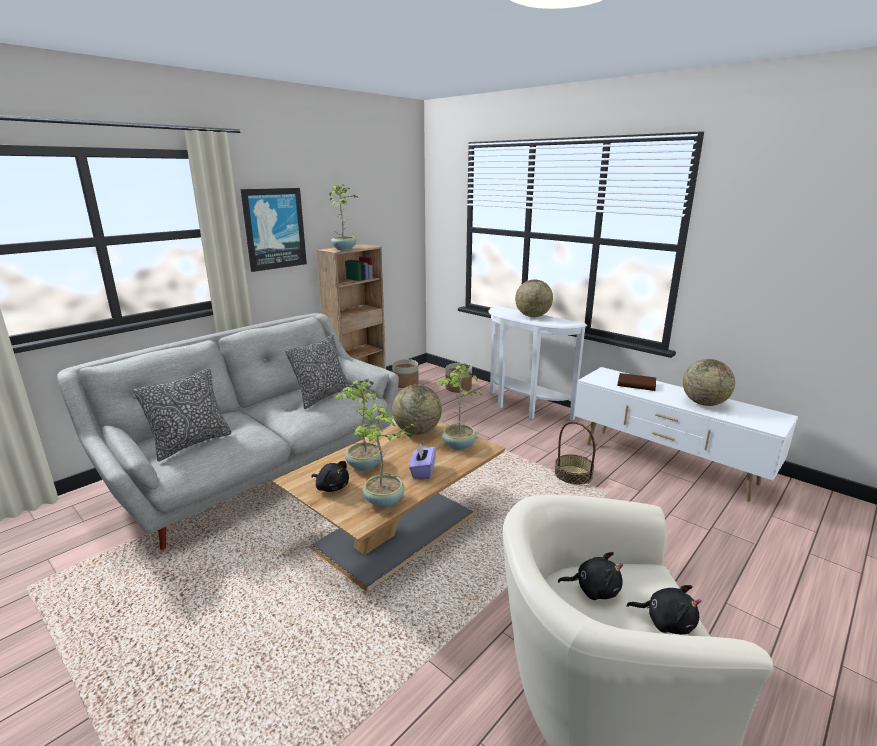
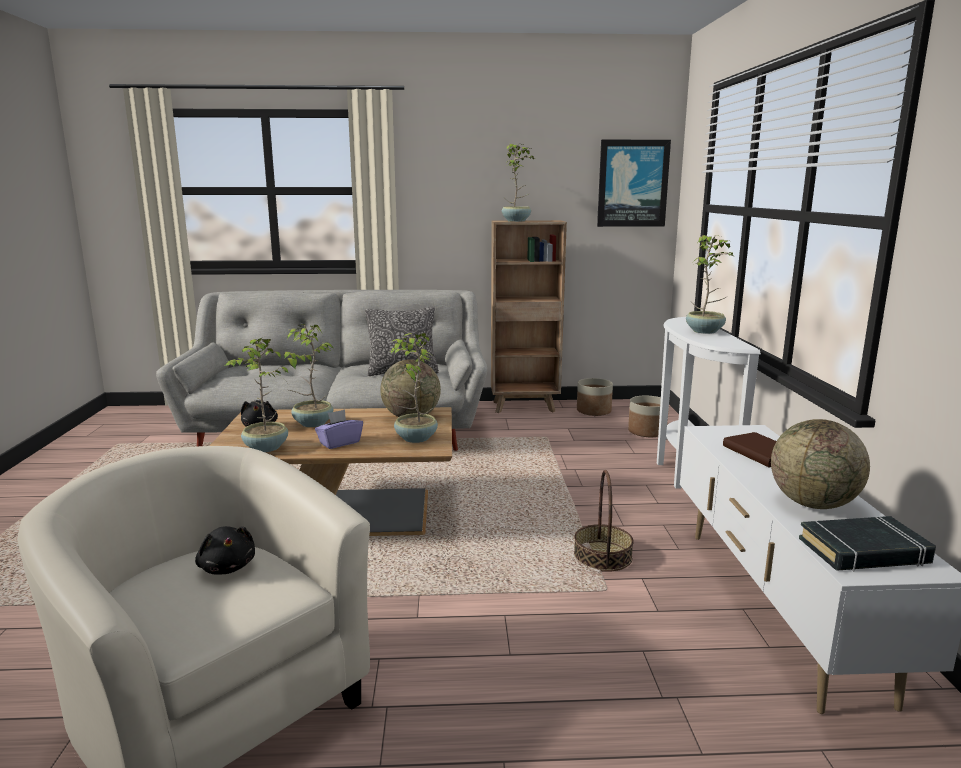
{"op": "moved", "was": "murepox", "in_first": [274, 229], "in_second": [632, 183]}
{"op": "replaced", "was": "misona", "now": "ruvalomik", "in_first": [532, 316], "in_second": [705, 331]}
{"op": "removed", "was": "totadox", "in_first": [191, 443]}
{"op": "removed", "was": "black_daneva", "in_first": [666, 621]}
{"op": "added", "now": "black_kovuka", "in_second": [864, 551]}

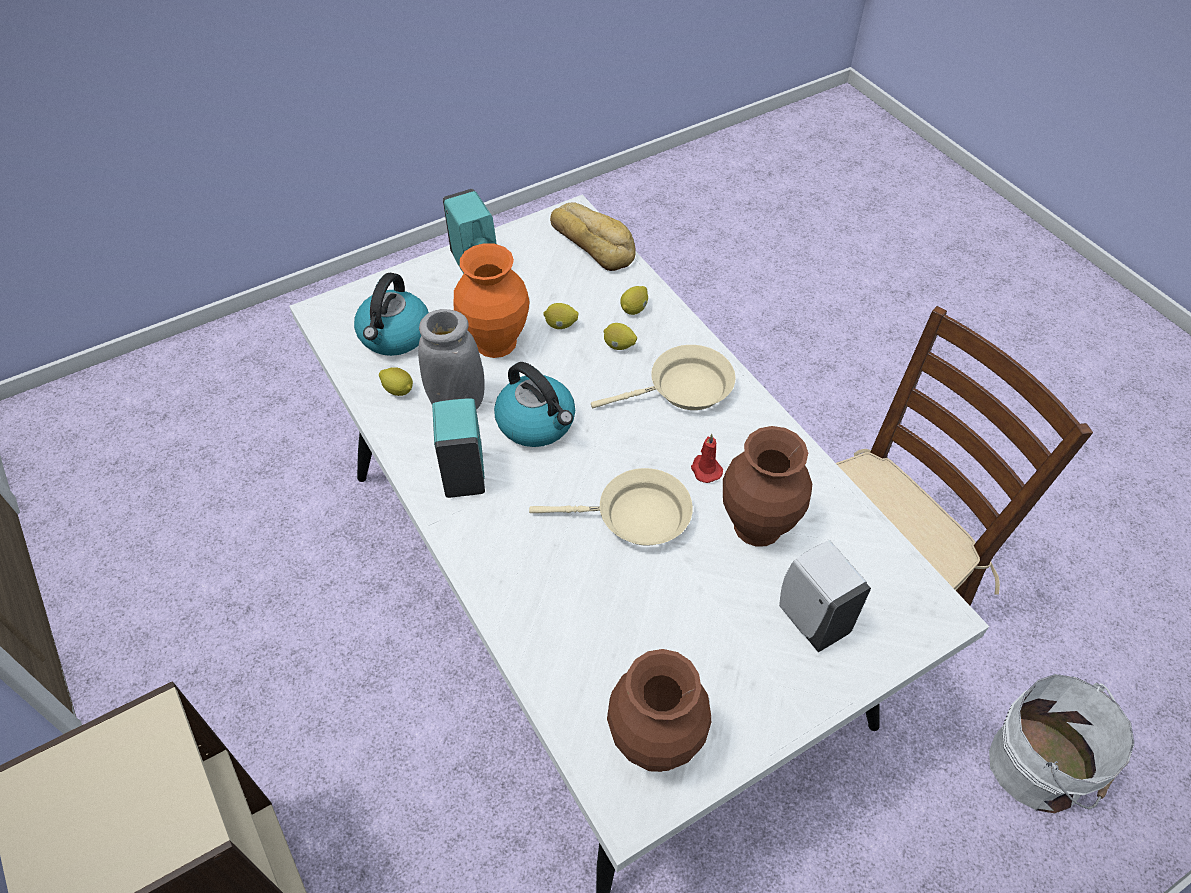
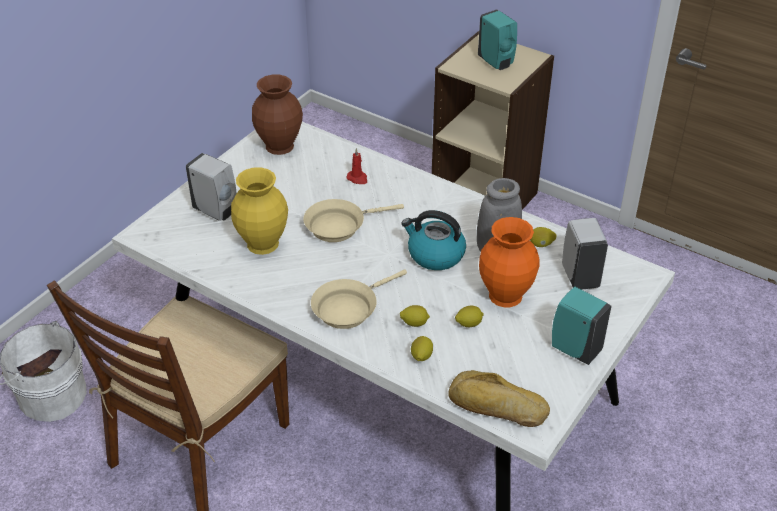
{"op": "replaced", "was": "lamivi", "now": "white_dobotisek", "in_first": [394, 335], "in_second": [579, 276]}
{"op": "moved", "was": "turquoise_dobotisek", "in_first": [464, 473], "in_second": [496, 62]}
{"op": "recoloured", "was": "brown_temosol", "now": "yellow_temosol", "in_first": [759, 525], "in_second": [261, 244]}
{"op": "moved", "was": "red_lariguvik", "in_first": [705, 469], "in_second": [357, 178]}

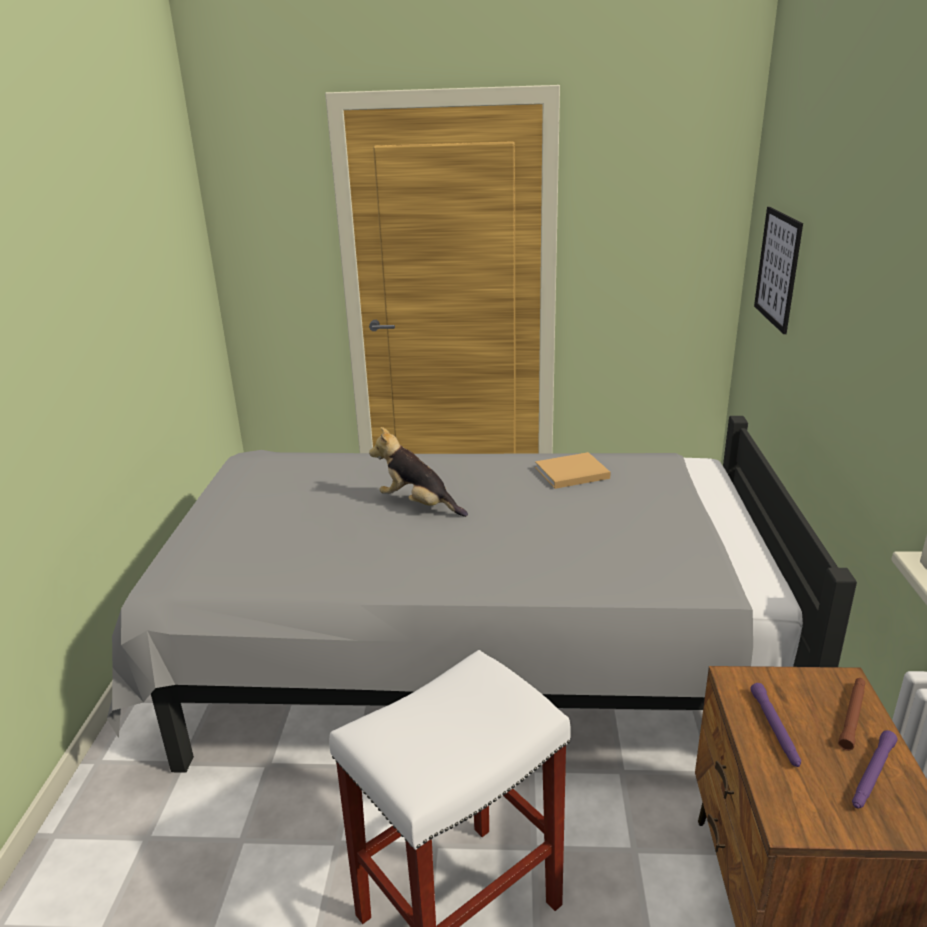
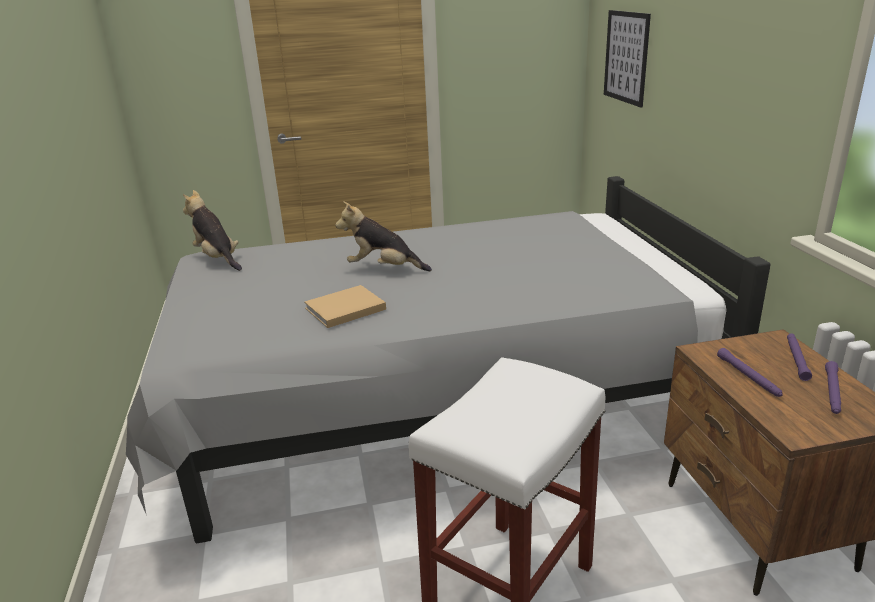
{"op": "moved", "was": "beige_kovuka", "in_first": [570, 473], "in_second": [343, 309]}
{"op": "recoloured", "was": "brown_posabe", "now": "purple_posabe", "in_first": [852, 715], "in_second": [796, 359]}
{"op": "added", "now": "daneva", "in_second": [217, 258]}

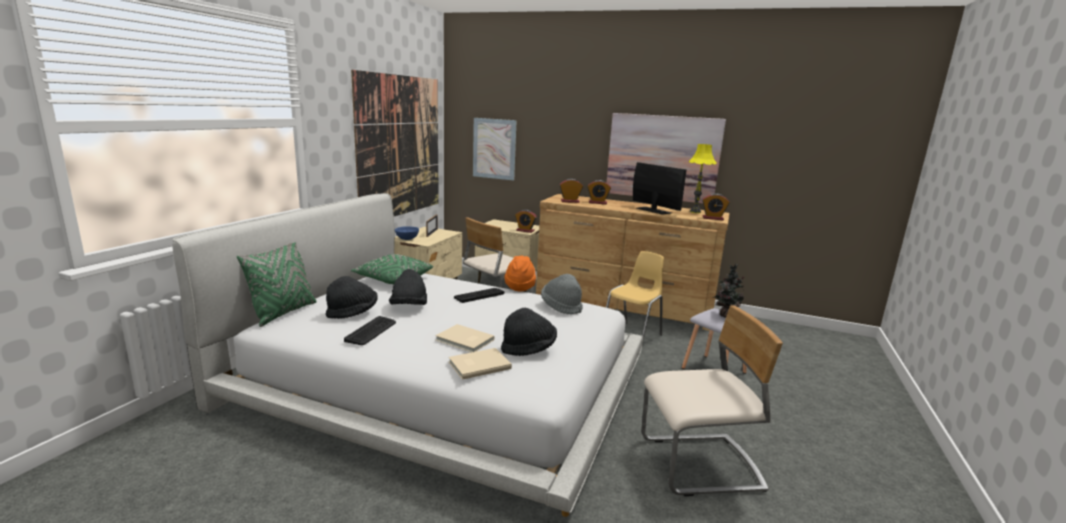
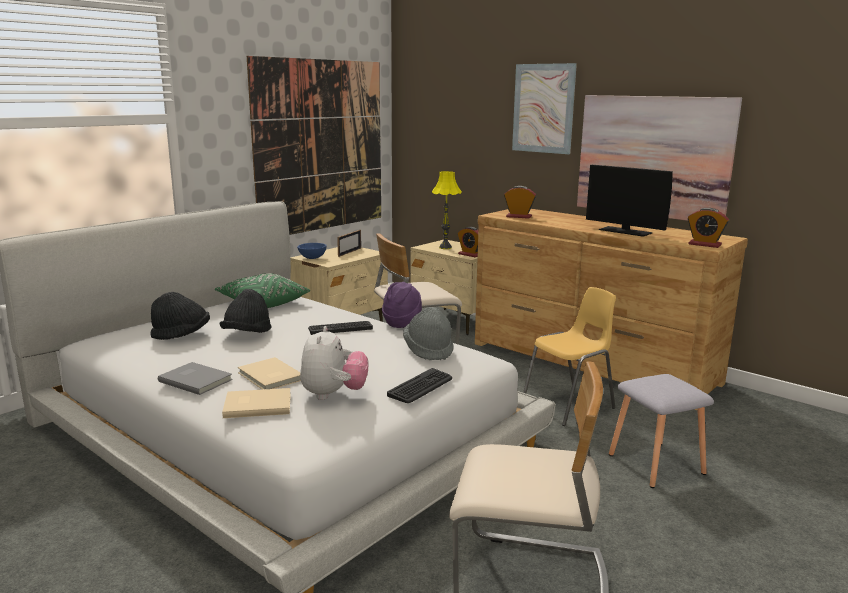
{"op": "moved", "was": "murepox", "in_first": [494, 149], "in_second": [543, 108]}
{"op": "moved", "was": "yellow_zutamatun", "in_first": [695, 212], "in_second": [445, 247]}
{"op": "turned", "was": "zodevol", "in_first": [653, 210], "in_second": [625, 231], "clockwise": 150}
{"op": "removed", "was": "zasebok", "in_first": [597, 203]}
{"op": "removed", "was": "green_totadox", "in_first": [283, 313]}
{"op": "recoloured", "was": "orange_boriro", "now": "purple_boriro", "in_first": [520, 287], "in_second": [402, 322]}
{"op": "removed", "was": "ruvalomik", "in_first": [725, 315]}
{"op": "replaced", "was": "black_boriro", "now": "daneva", "in_first": [528, 349], "in_second": [333, 394]}
{"op": "moved", "was": "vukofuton", "in_first": [371, 331], "in_second": [421, 387]}
{"op": "added", "now": "grey_kovuka", "in_second": [196, 380]}

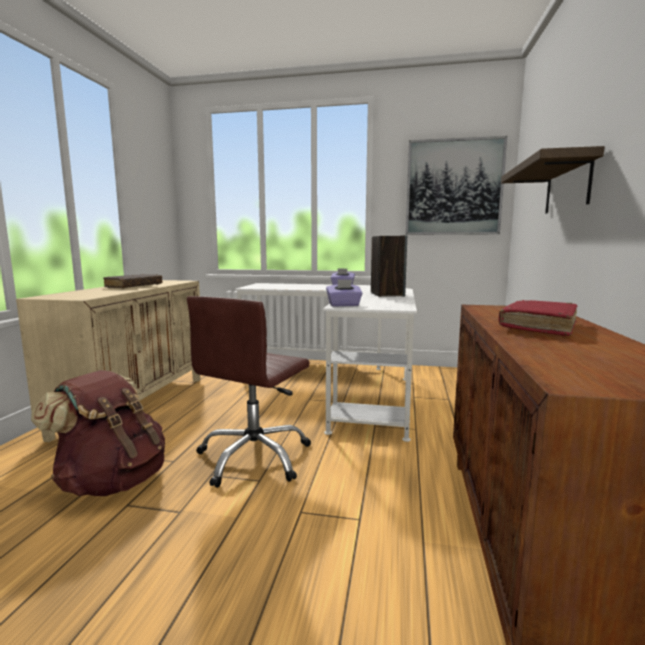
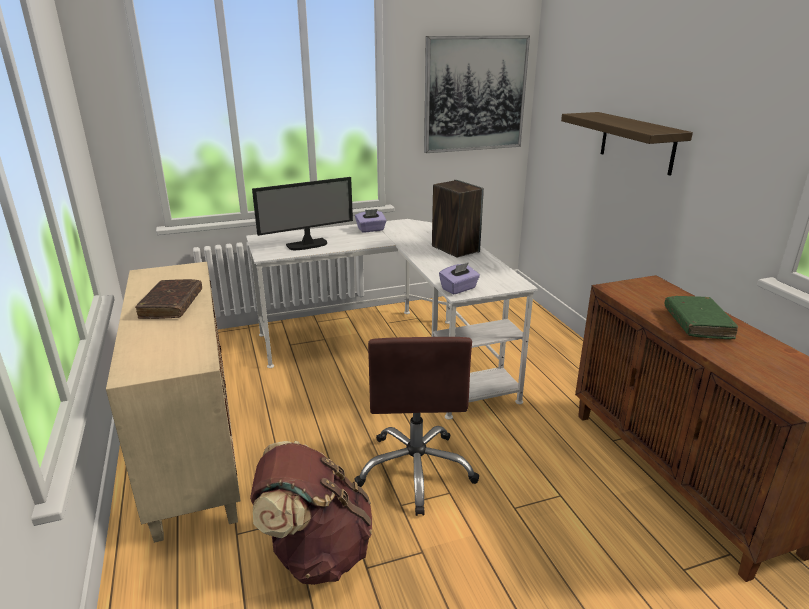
{"op": "recoloured", "was": "red_kovuka", "now": "green_kovuka", "in_first": [538, 326], "in_second": [697, 324]}
{"op": "added", "now": "zodevol", "in_second": [307, 245]}

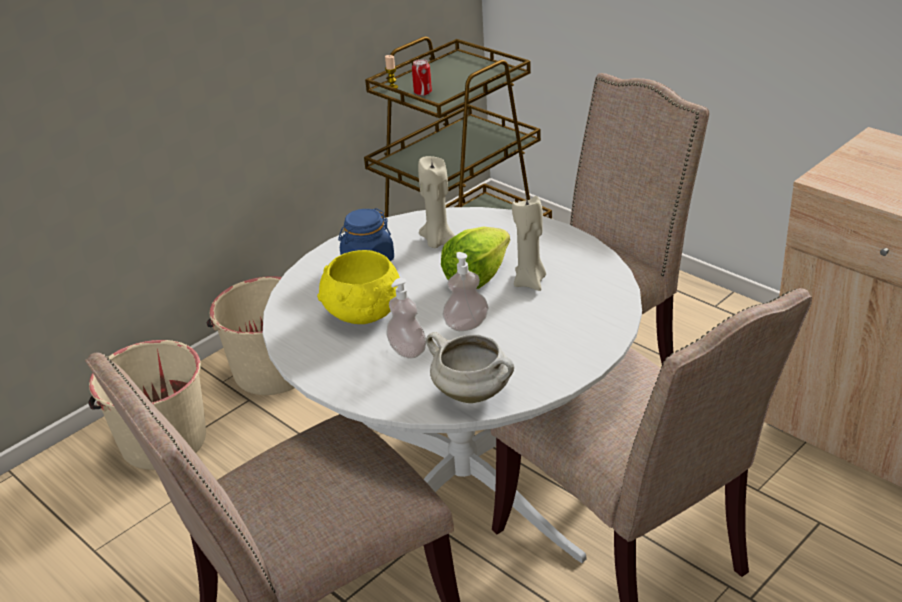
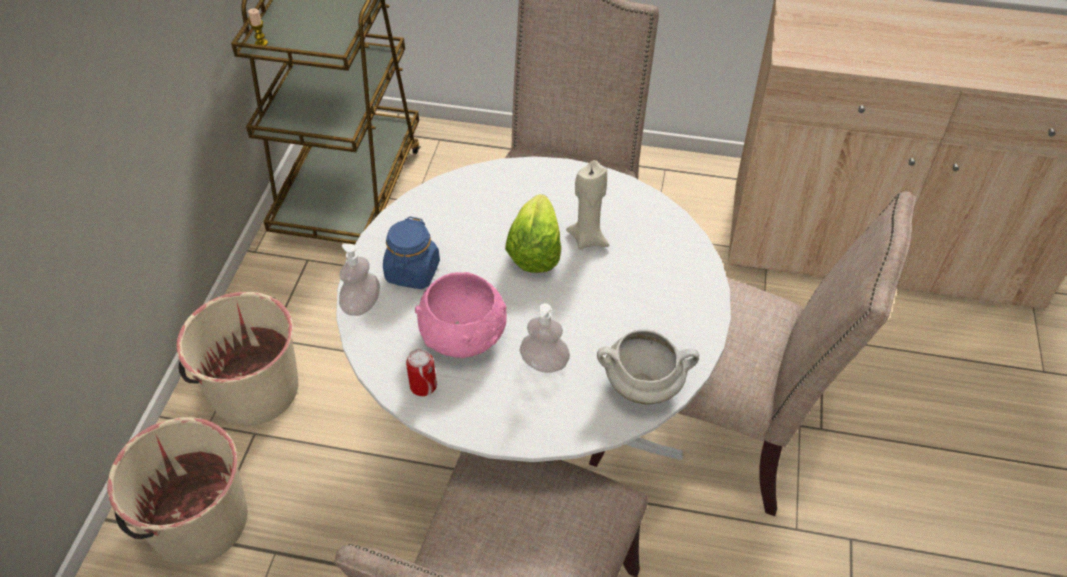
{"op": "moved", "was": "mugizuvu", "in_first": [423, 93], "in_second": [423, 386]}
{"op": "removed", "was": "beige_lariguvik", "in_first": [437, 241]}
{"op": "recoloured", "was": "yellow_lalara", "now": "pink_lalara", "in_first": [363, 313], "in_second": [463, 337]}
{"op": "moved", "was": "dobotisek", "in_first": [466, 325], "in_second": [362, 305]}

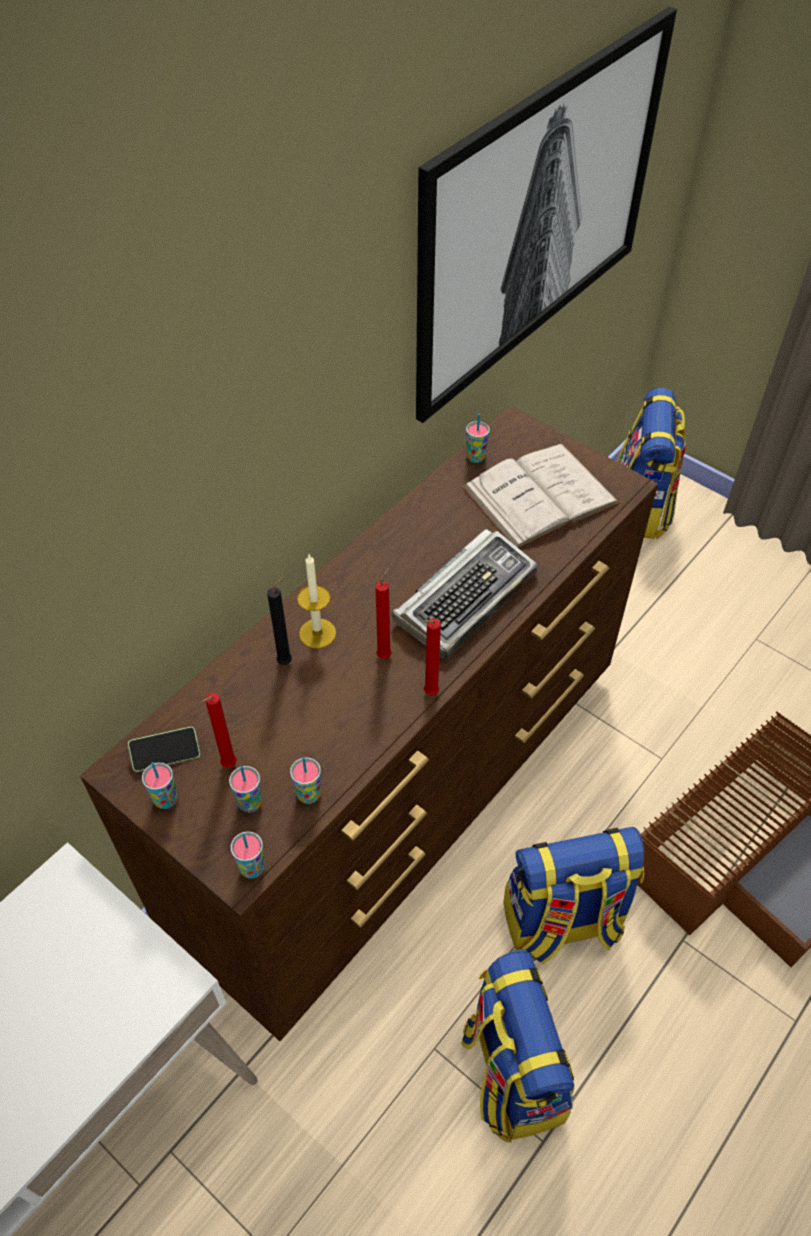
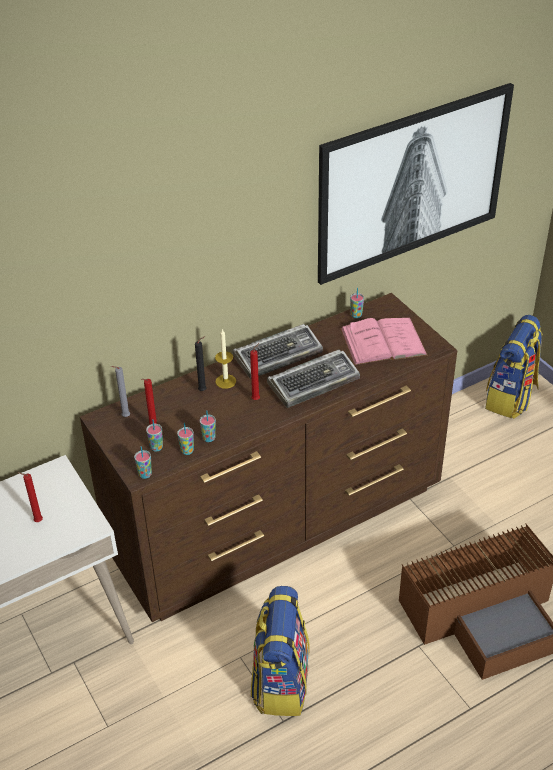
{"op": "recoloured", "was": "white_kovuka", "now": "pink_kovuka", "in_first": [540, 495], "in_second": [383, 342]}
{"op": "moved", "was": "red_lariguvik", "in_first": [429, 693], "in_second": [37, 521]}
{"op": "replaced", "was": "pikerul", "now": "grey_lariguvik", "in_first": [166, 754], "in_second": [124, 417]}
{"op": "moved", "was": "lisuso", "in_first": [166, 799], "in_second": [209, 438]}
{"op": "removed", "was": "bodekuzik", "in_first": [561, 923]}
{"op": "added", "now": "vukofuton", "in_second": [278, 355]}

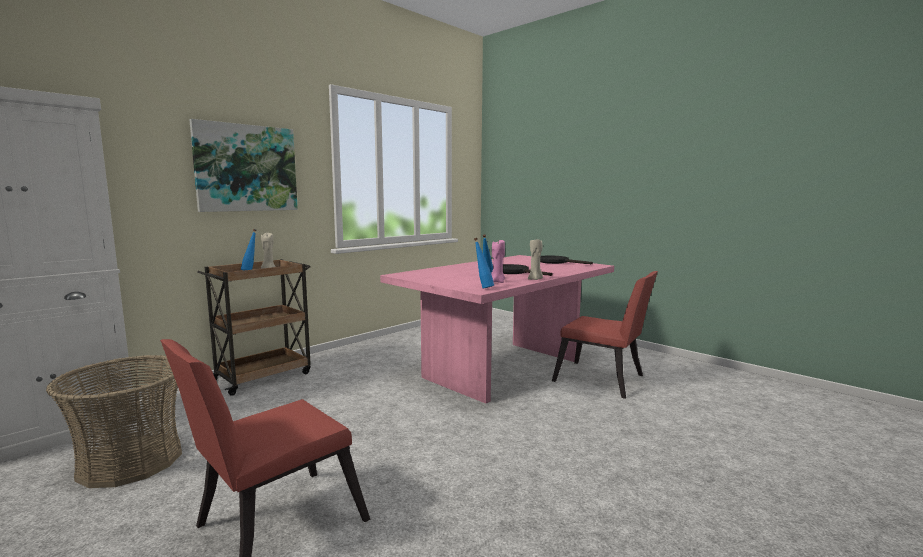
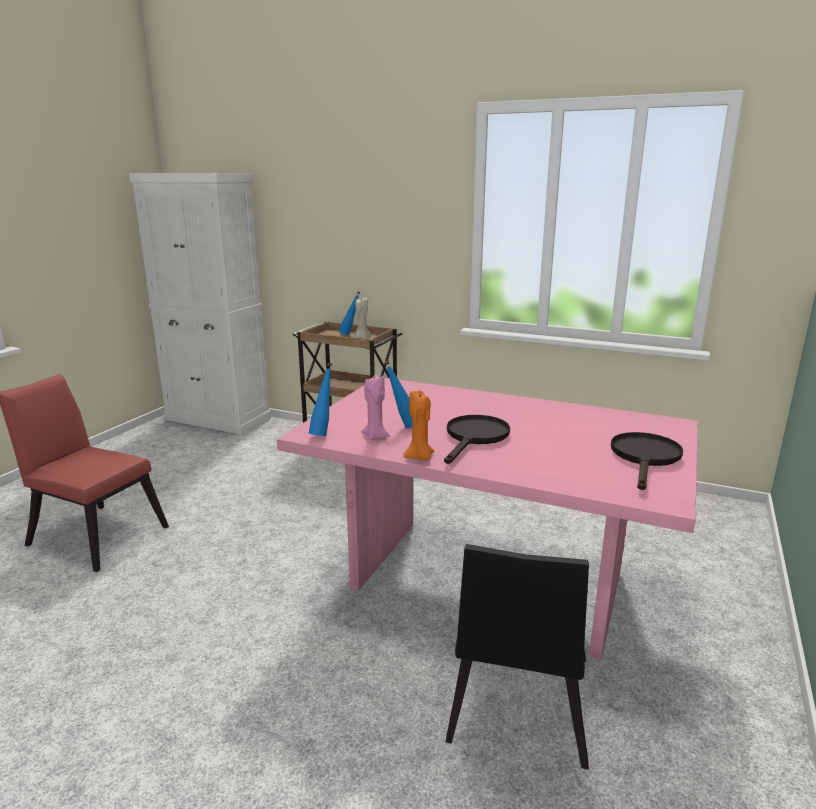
{"op": "removed", "was": "murepox", "in_first": [246, 168]}
{"op": "recoloured", "was": "beige_lariguvik", "now": "orange_lariguvik", "in_first": [535, 279], "in_second": [420, 457]}
{"op": "recoloured", "was": "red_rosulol", "now": "black_rosulol", "in_first": [603, 381], "in_second": [516, 706]}
{"op": "removed", "was": "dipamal", "in_first": [130, 461]}

